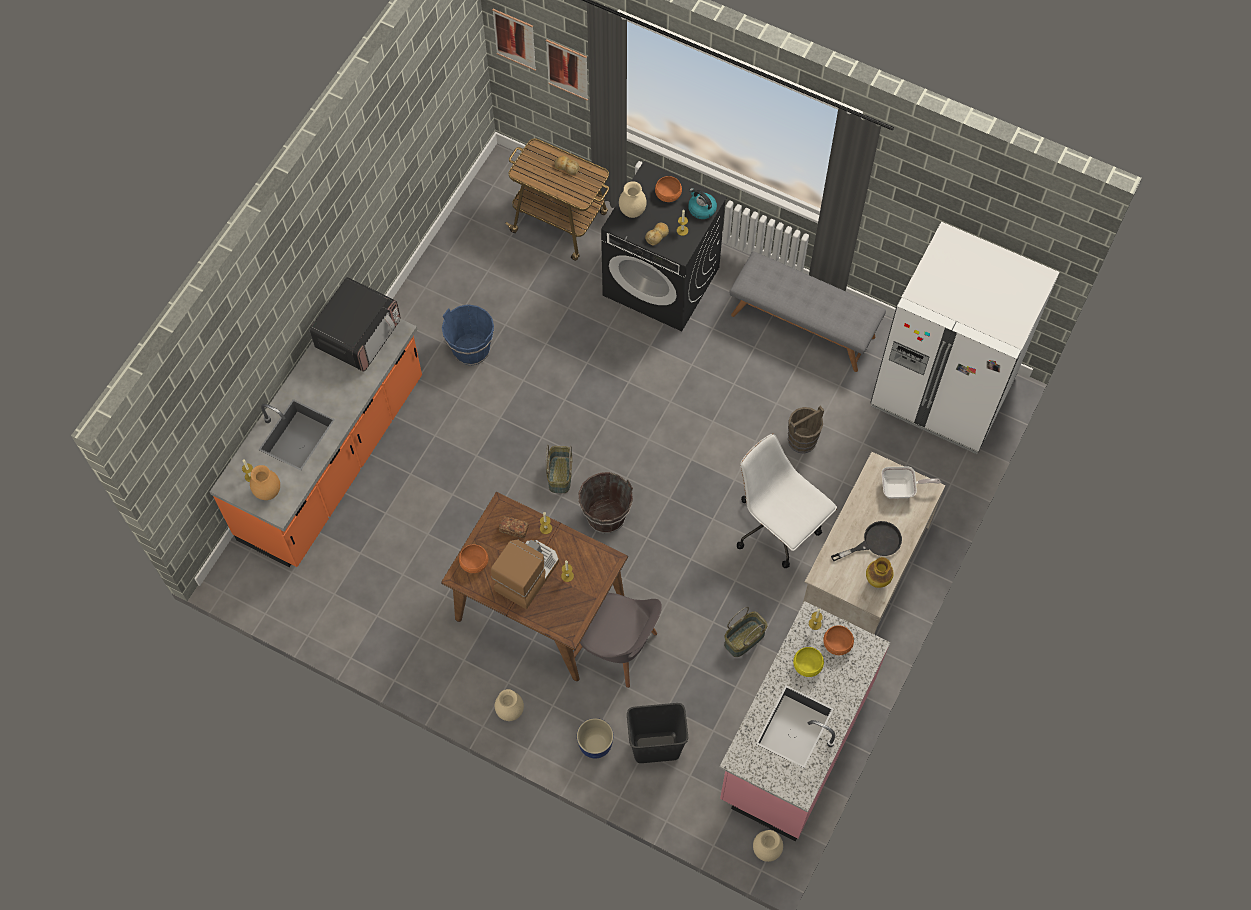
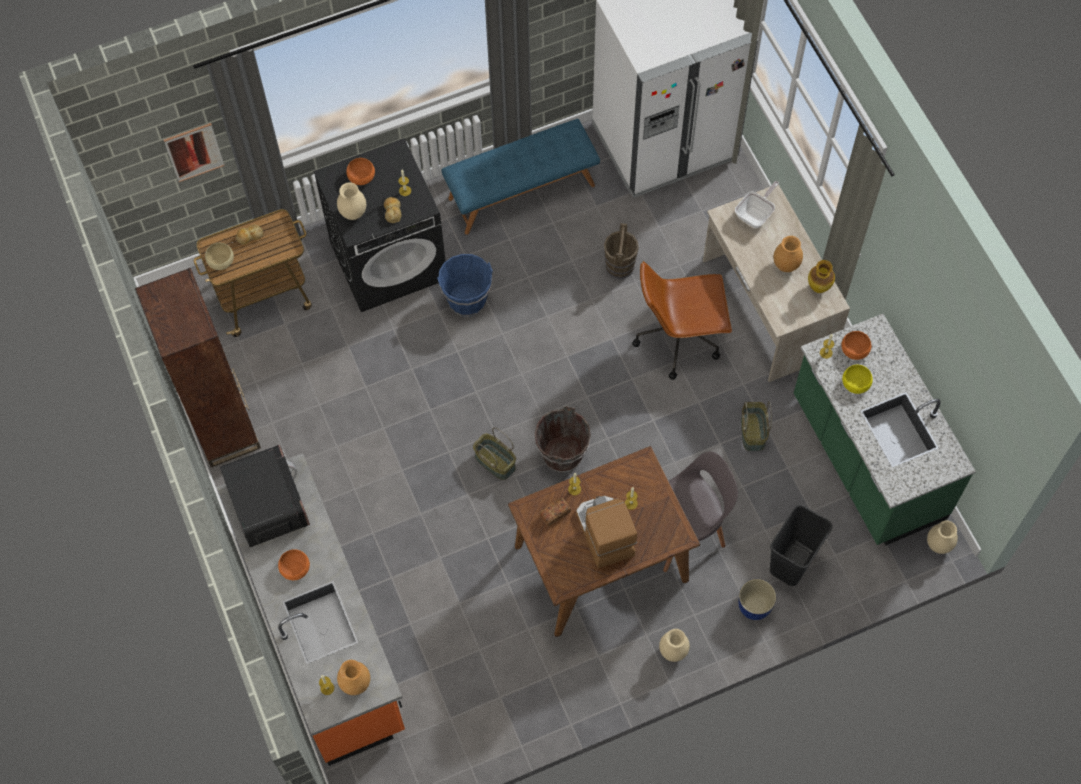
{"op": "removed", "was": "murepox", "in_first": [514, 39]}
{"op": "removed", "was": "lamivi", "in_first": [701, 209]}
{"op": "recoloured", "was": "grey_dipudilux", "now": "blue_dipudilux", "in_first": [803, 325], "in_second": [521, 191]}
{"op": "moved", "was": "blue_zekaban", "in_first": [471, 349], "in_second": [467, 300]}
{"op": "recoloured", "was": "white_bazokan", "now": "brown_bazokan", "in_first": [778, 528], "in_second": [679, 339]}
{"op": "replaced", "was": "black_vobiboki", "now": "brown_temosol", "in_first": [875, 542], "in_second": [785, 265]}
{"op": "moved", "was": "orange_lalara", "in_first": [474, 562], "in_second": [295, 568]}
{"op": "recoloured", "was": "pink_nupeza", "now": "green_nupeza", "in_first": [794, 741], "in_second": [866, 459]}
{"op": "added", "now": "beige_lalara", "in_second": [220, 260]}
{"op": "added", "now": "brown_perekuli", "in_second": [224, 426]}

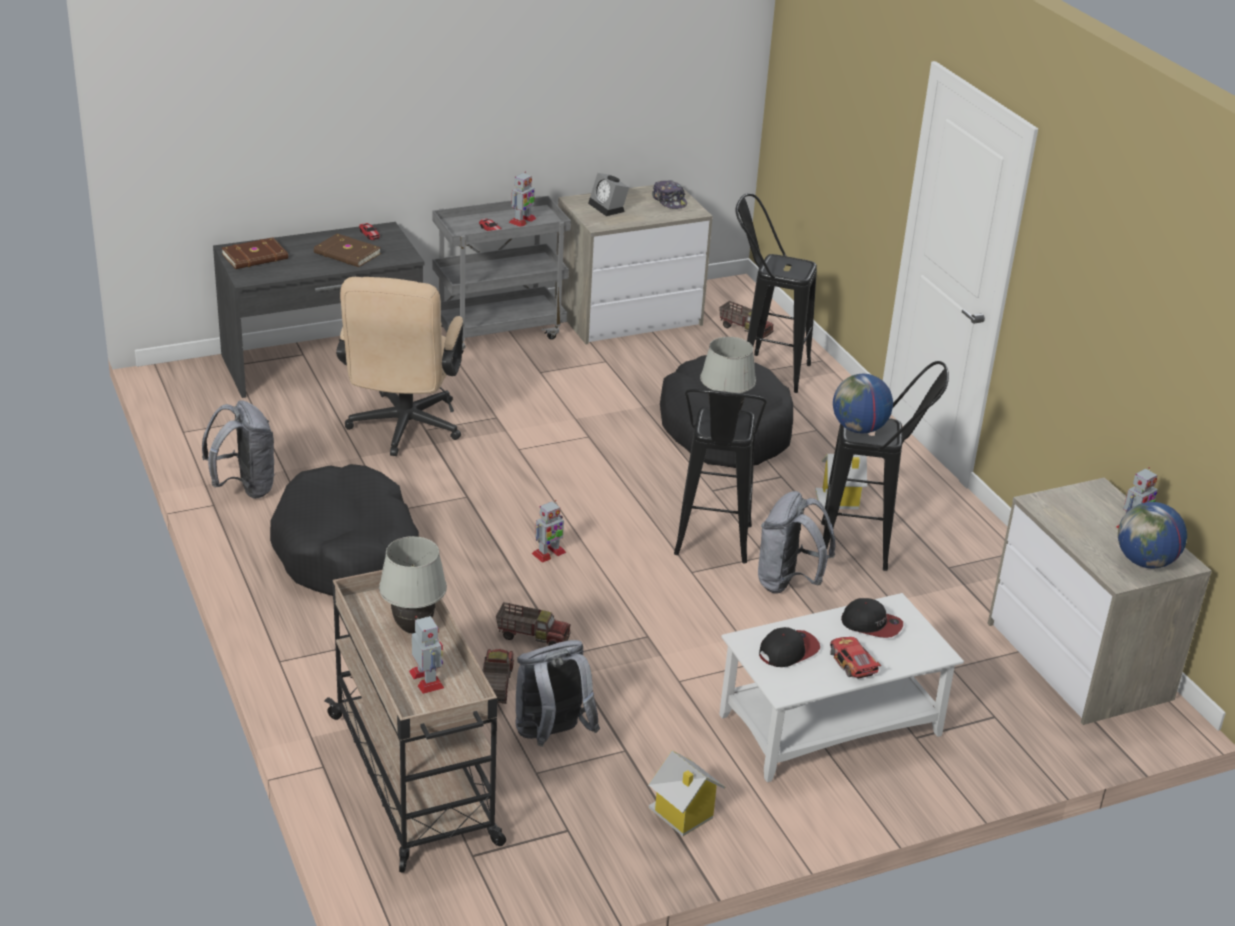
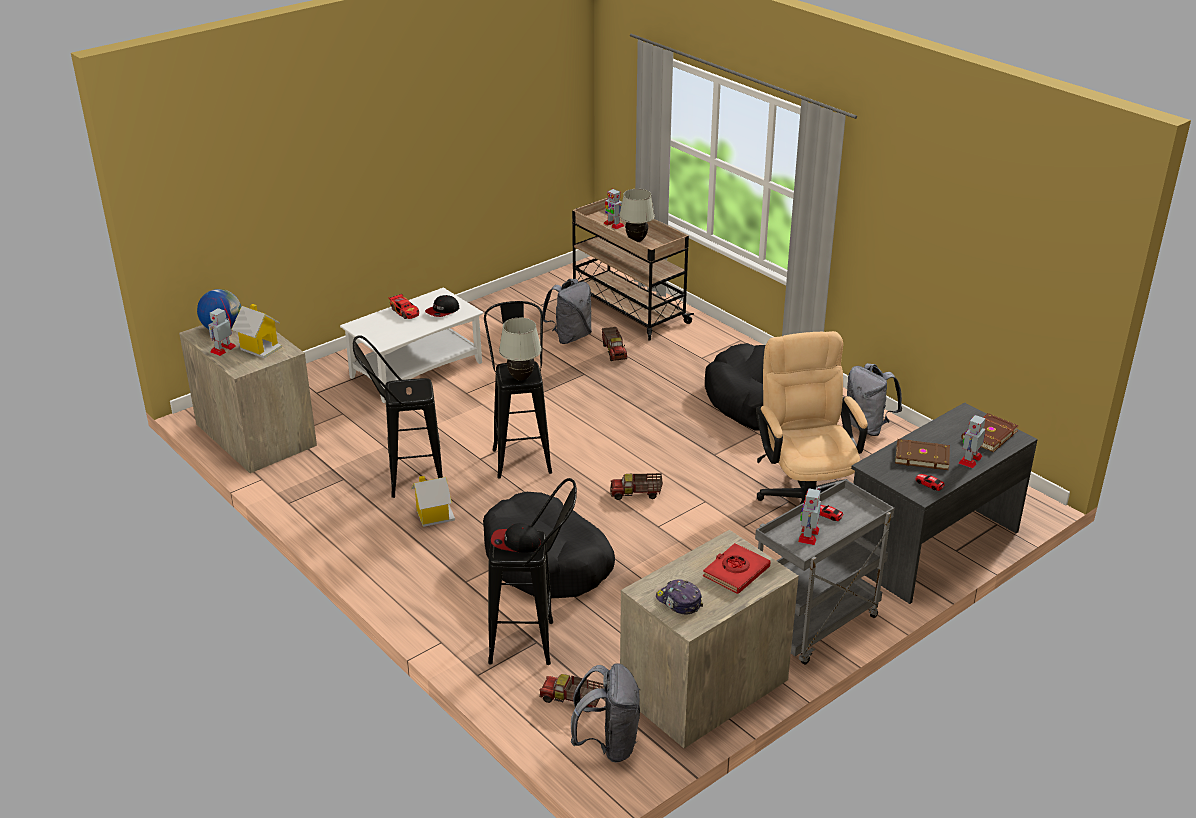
{"op": "replaced", "was": "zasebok", "now": "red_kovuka", "in_first": [608, 207], "in_second": [736, 572]}
{"op": "removed", "was": "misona", "in_first": [859, 429]}
{"op": "moved", "was": "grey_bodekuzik", "in_first": [788, 583], "in_second": [608, 744]}
{"op": "moved", "was": "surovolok", "in_first": [548, 553], "in_second": [970, 459]}
{"op": "moved", "was": "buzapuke", "in_first": [871, 624], "in_second": [515, 543]}
{"op": "moved", "was": "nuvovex", "in_first": [532, 636], "in_second": [636, 494]}
{"op": "moved", "was": "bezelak", "in_first": [682, 815], "in_second": [260, 347]}

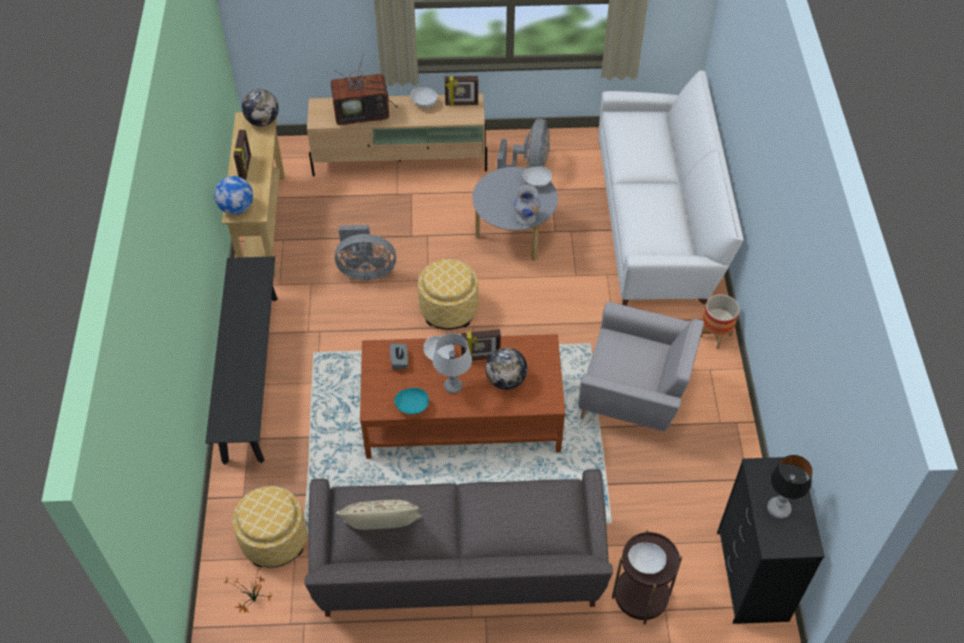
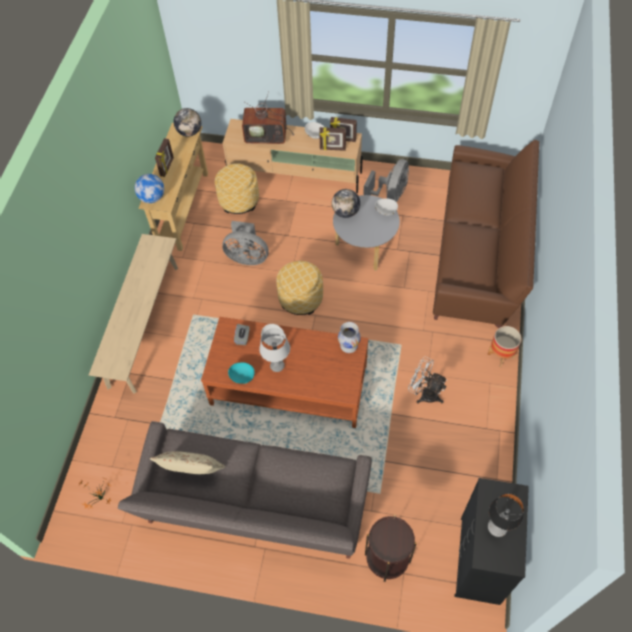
{"op": "recoloured", "was": "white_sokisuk", "now": "brown_sokisuk", "in_first": [657, 220], "in_second": [479, 253]}
{"op": "moved", "was": "white_temosol", "in_first": [526, 218], "in_second": [348, 346]}
{"op": "recoloured", "was": "black_dipudilux", "now": "beige_dipudilux", "in_first": [251, 376], "in_second": [144, 325]}
{"op": "replaced", "was": "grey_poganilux", "now": "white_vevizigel", "in_first": [634, 396], "in_second": [424, 393]}
{"op": "moved", "was": "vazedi", "in_first": [480, 357], "in_second": [332, 149]}
{"op": "moved", "was": "misona", "in_first": [506, 380], "in_second": [345, 212]}
{"op": "moved", "was": "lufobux", "in_first": [274, 540], "in_second": [239, 200]}
{"op": "removed", "was": "white_lalara", "in_first": [645, 564]}

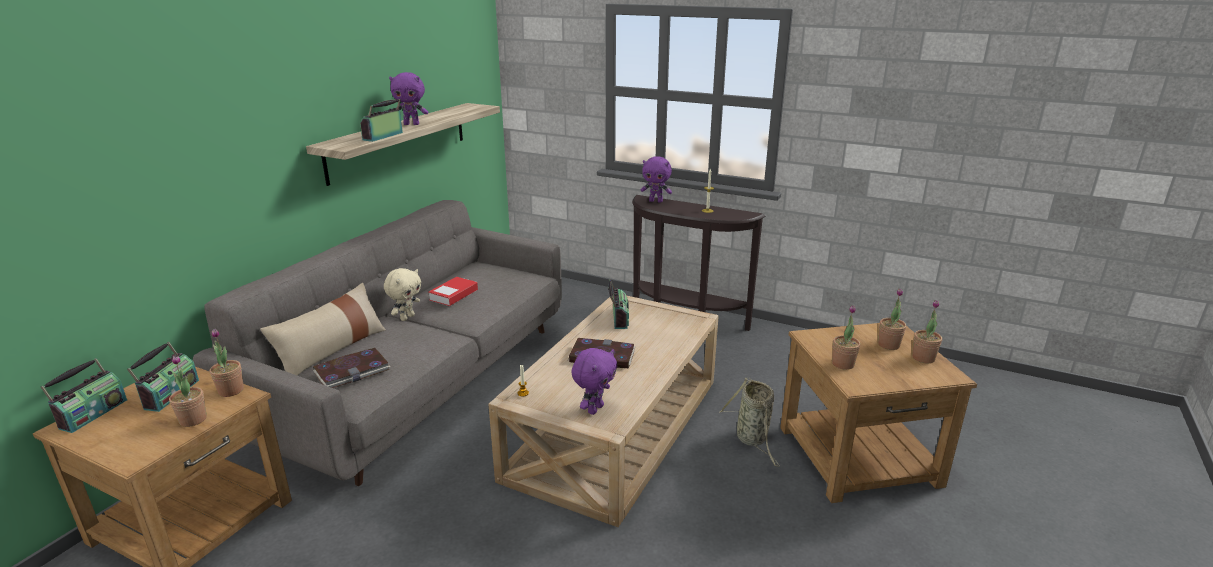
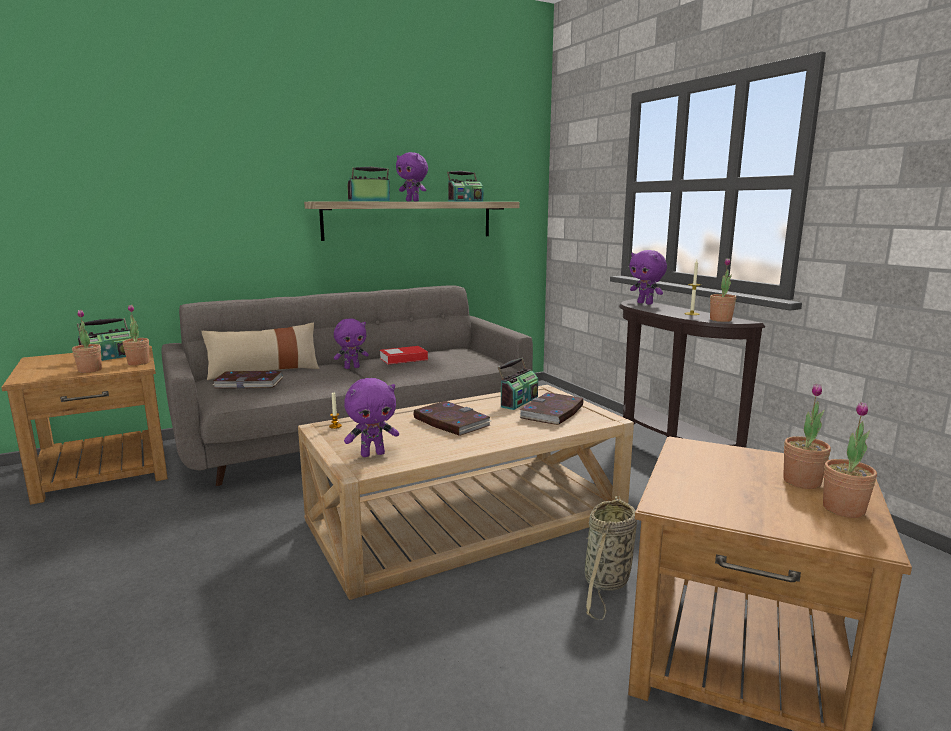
{"op": "recoloured", "was": "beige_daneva", "now": "purple_daneva", "in_first": [407, 317], "in_second": [352, 367]}
{"op": "moved", "was": "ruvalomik", "in_first": [843, 364], "in_second": [720, 320]}
{"op": "moved", "was": "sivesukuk", "in_first": [92, 414], "in_second": [465, 201]}
{"op": "added", "now": "kovuka", "in_second": [552, 412]}

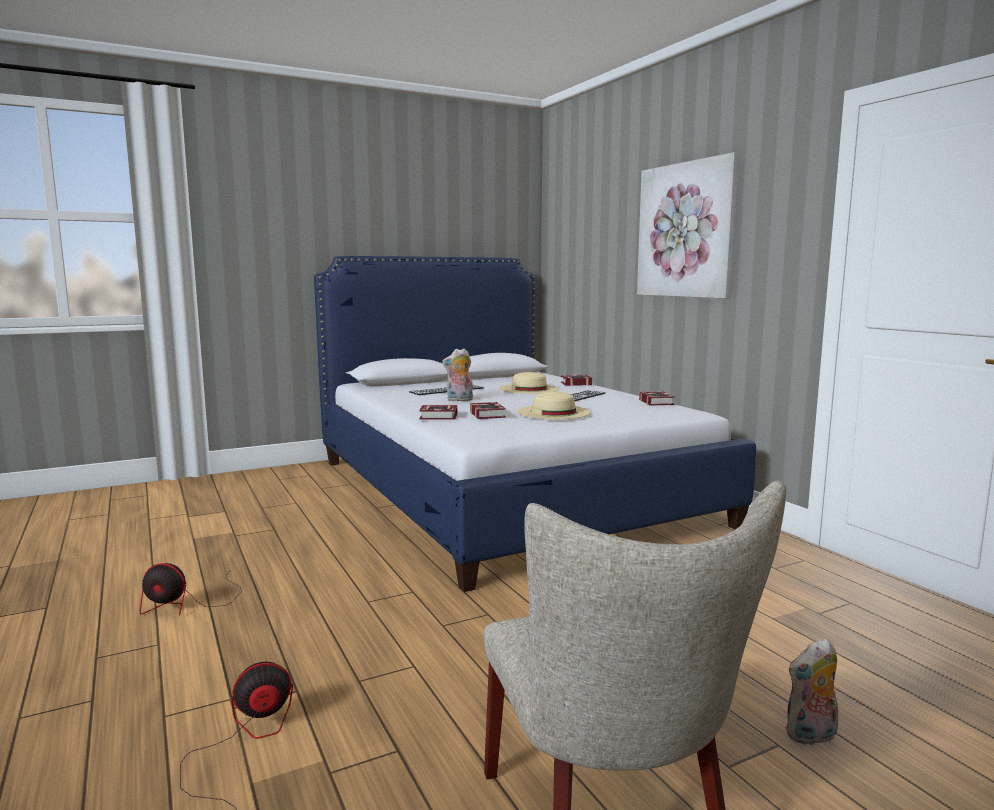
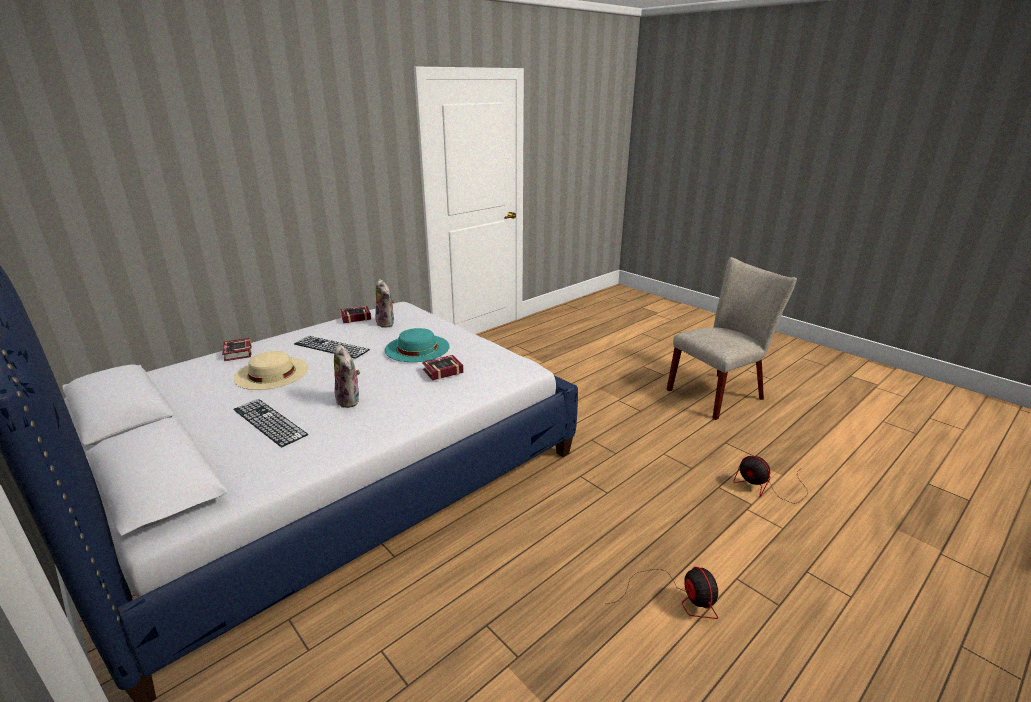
{"op": "removed", "was": "murepox", "in_first": [686, 230]}
{"op": "recoloured", "was": "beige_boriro", "now": "turquoise_boriro", "in_first": [553, 412], "in_second": [417, 348]}
{"op": "removed", "was": "kovuka", "in_first": [440, 417]}
{"op": "moved", "was": "daneva", "in_first": [811, 736], "in_second": [387, 323]}

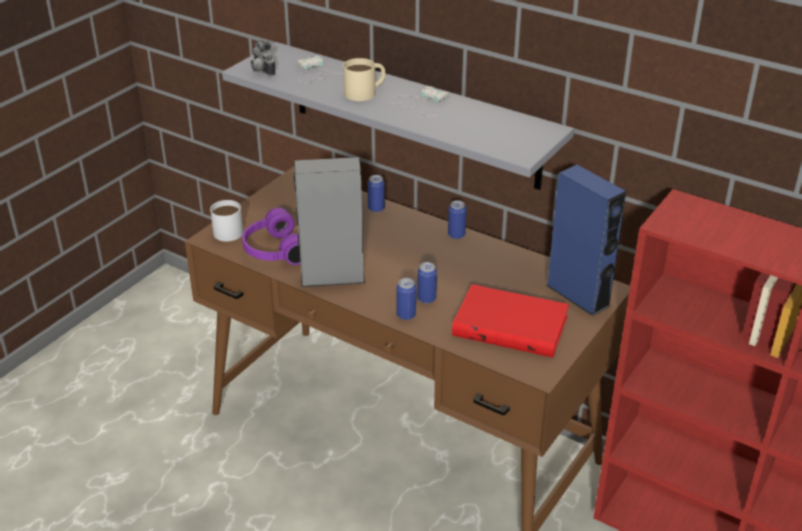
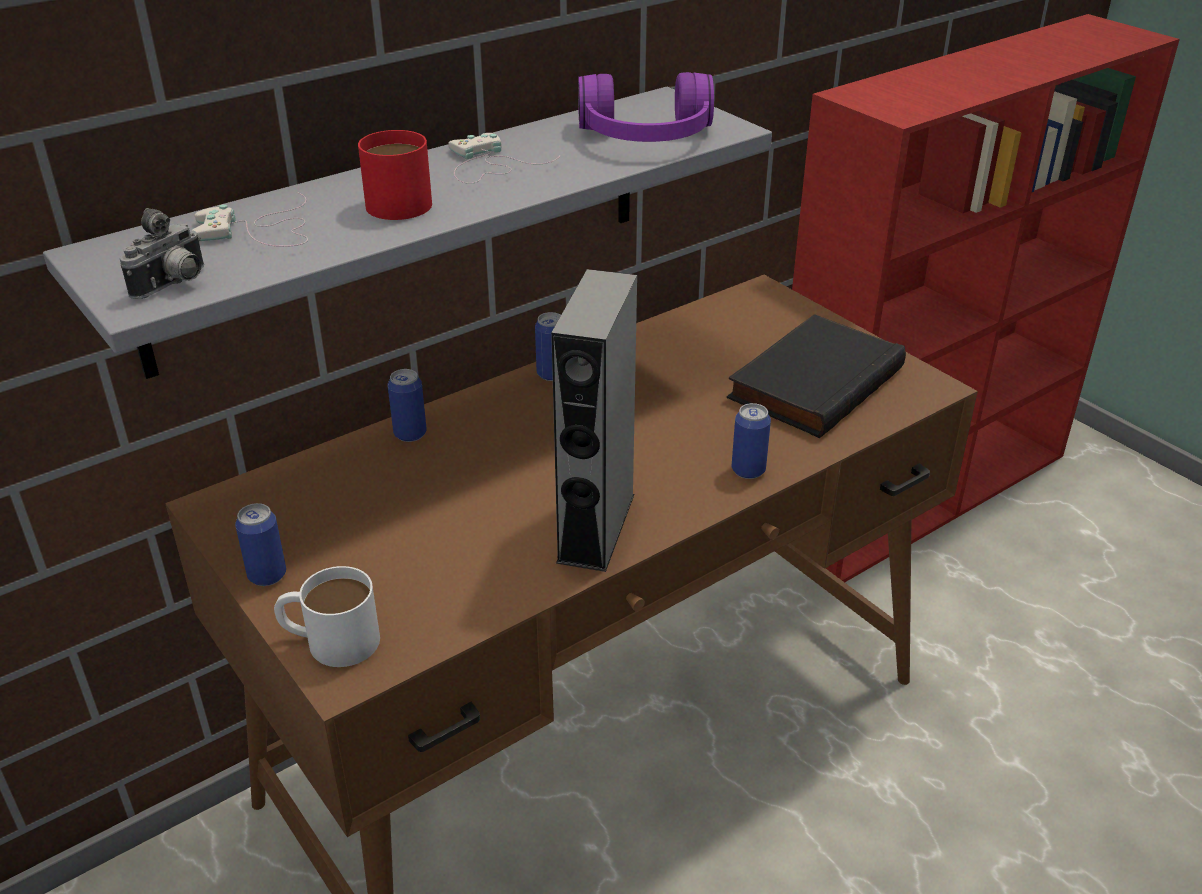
{"op": "turned", "was": "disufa", "in_first": [261, 71], "in_second": [174, 285], "clockwise": -45}
{"op": "recoloured", "was": "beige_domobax", "now": "red_domobax", "in_first": [365, 92], "in_second": [398, 199]}
{"op": "removed", "was": "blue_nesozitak", "in_first": [578, 295]}
{"op": "moved", "was": "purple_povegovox", "in_first": [273, 250], "in_second": [646, 138]}
{"op": "moved", "was": "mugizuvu", "in_first": [426, 298], "in_second": [267, 575]}
{"op": "recoloured", "was": "red_kovuka", "now": "black_kovuka", "in_first": [511, 325], "in_second": [813, 381]}

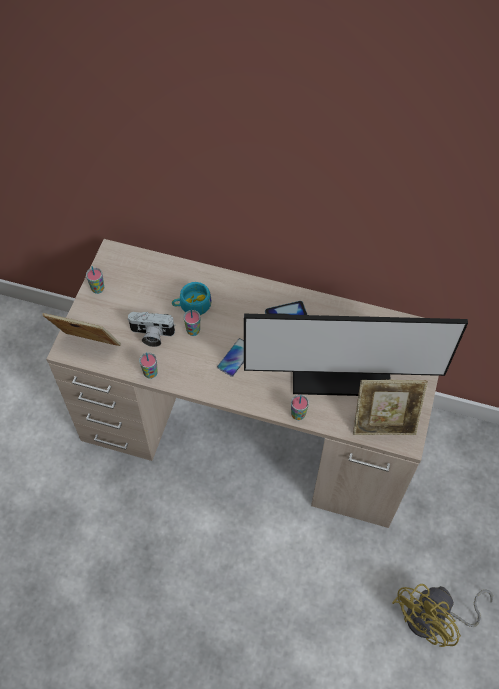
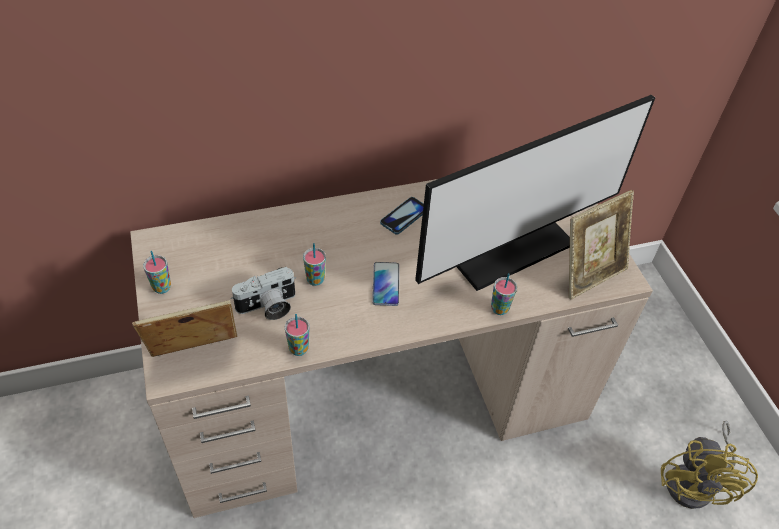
{"op": "removed", "was": "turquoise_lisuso", "in_first": [192, 305]}

